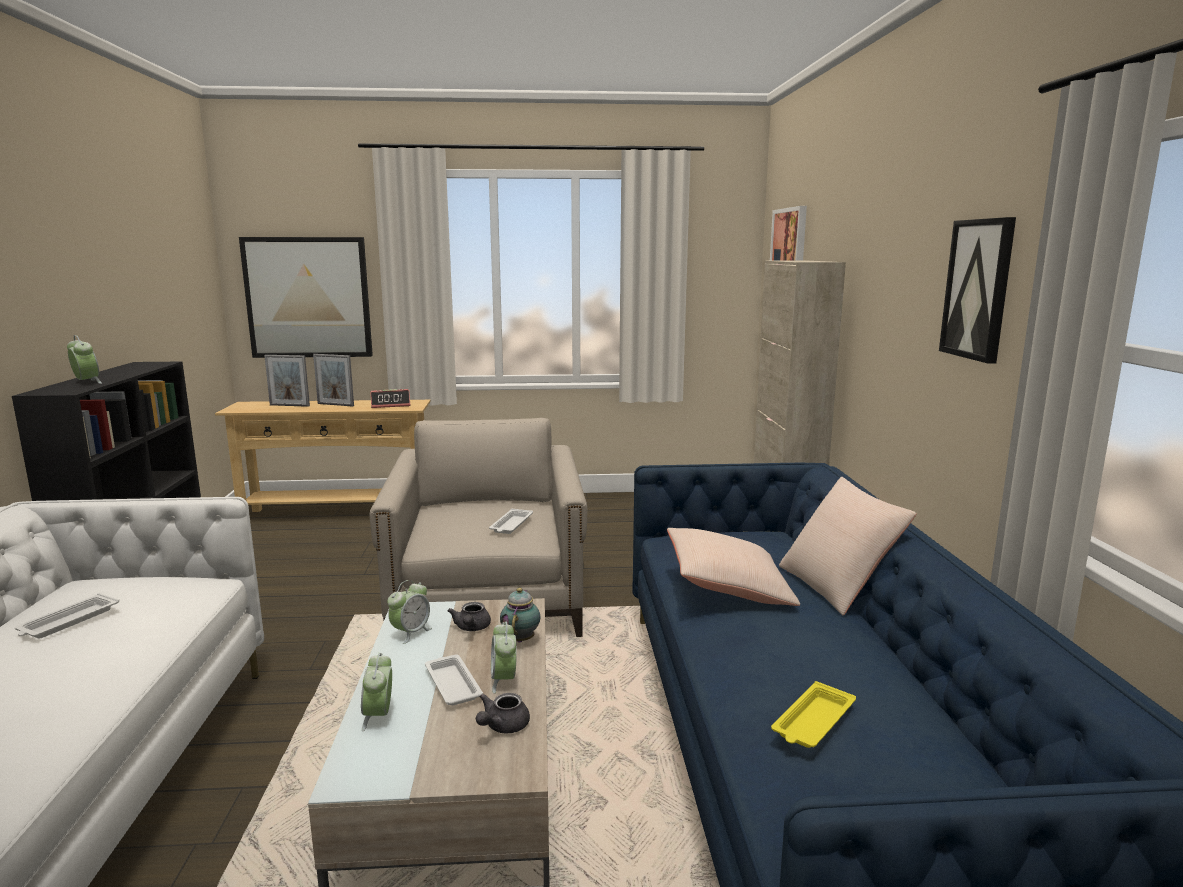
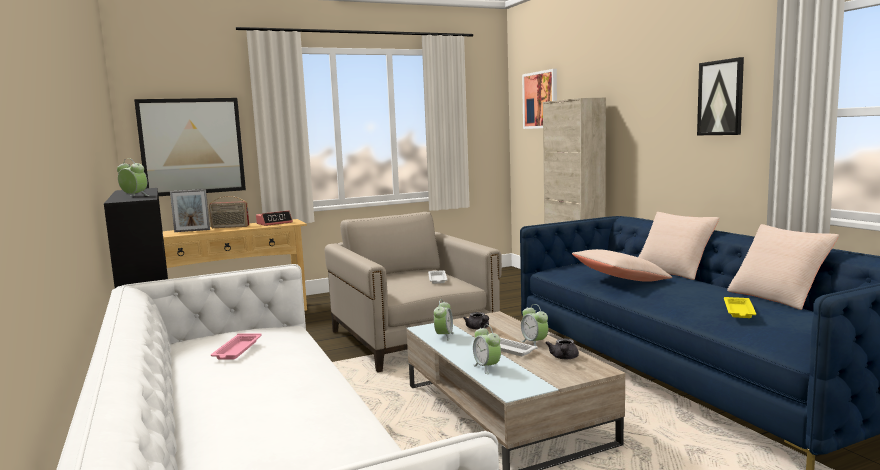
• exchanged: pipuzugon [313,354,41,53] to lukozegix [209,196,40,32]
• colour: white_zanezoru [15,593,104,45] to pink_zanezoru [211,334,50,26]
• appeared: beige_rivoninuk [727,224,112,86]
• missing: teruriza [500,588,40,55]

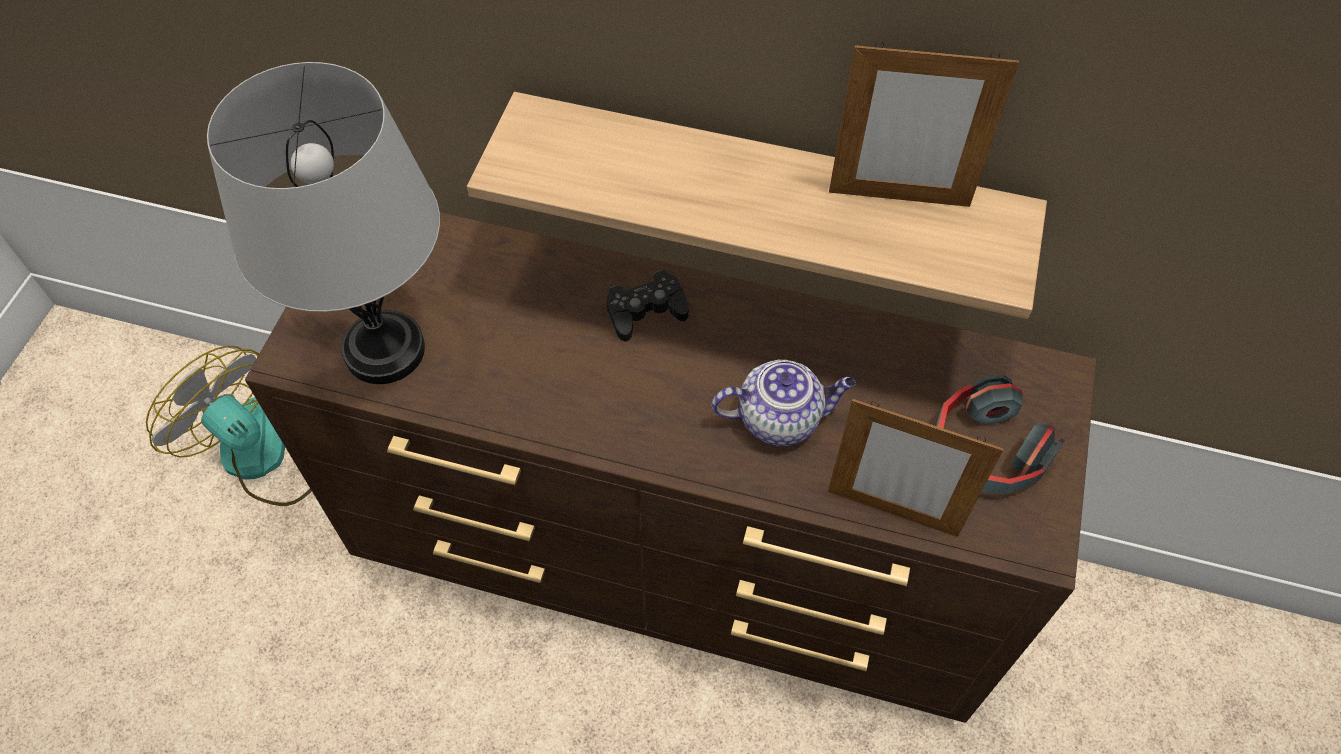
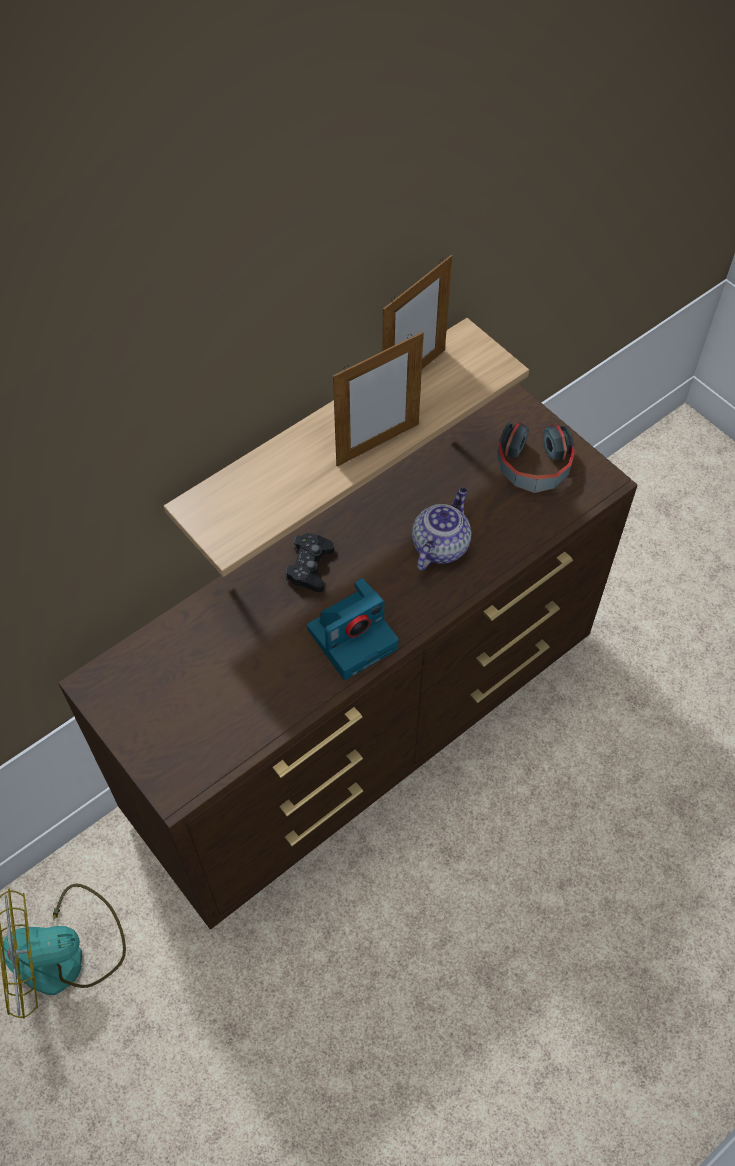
• appeared: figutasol [307,578,92,102]
• relocated: pipuzugon [828,399,176,138] to [333,332,91,135]
• missing: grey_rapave [207,62,233,322]

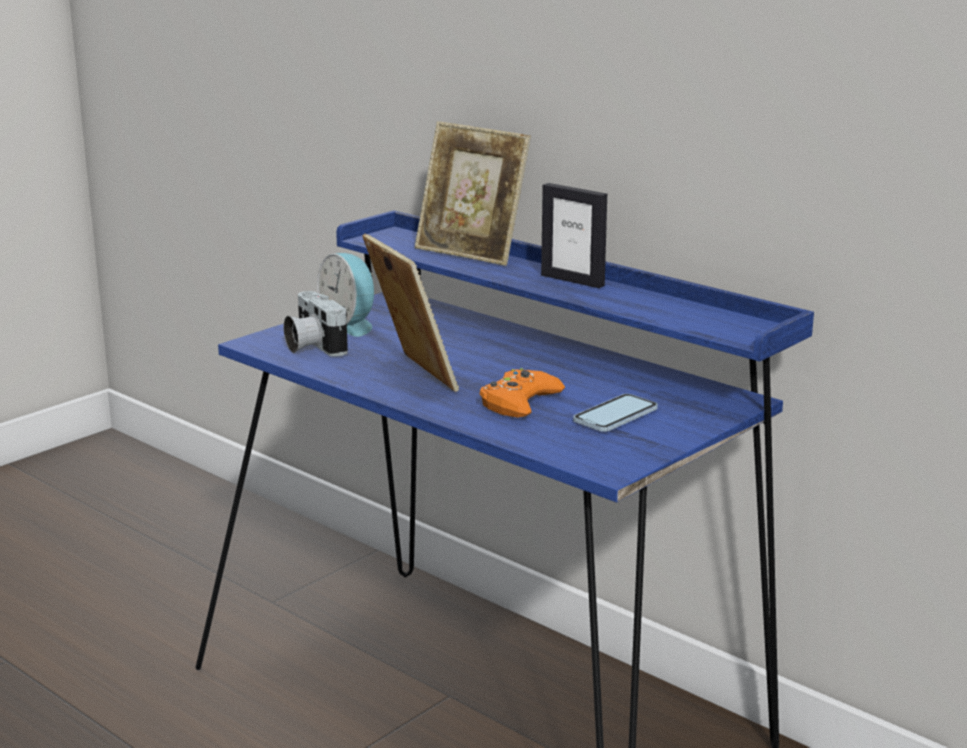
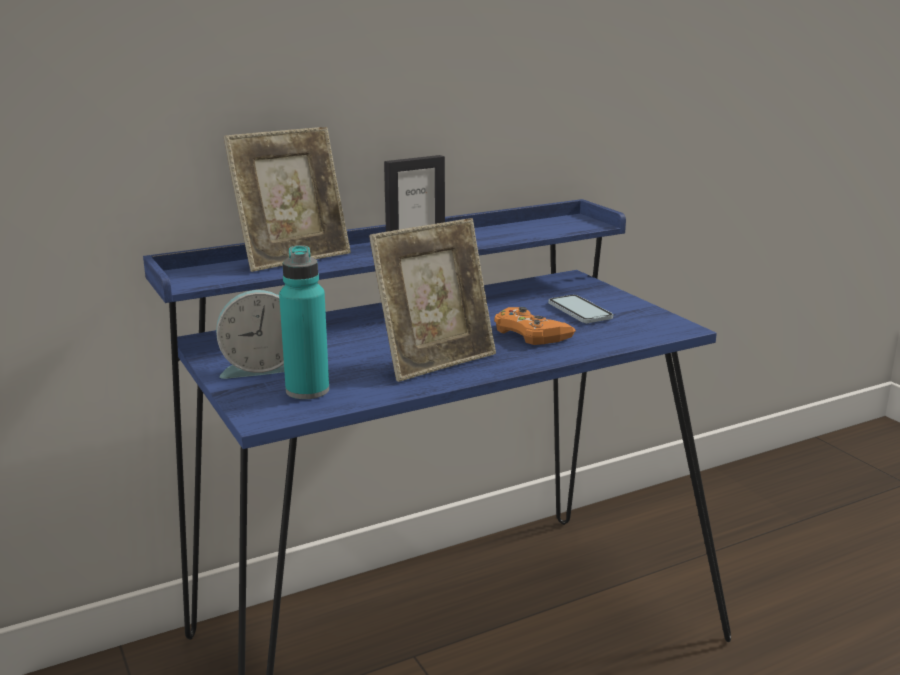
• exchanged: figutasol [284,291,64,66] to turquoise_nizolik [279,245,50,154]
• spun: pipuzugon [362,233,97,159] = [369,218,127,164] 150 degrees clockwise

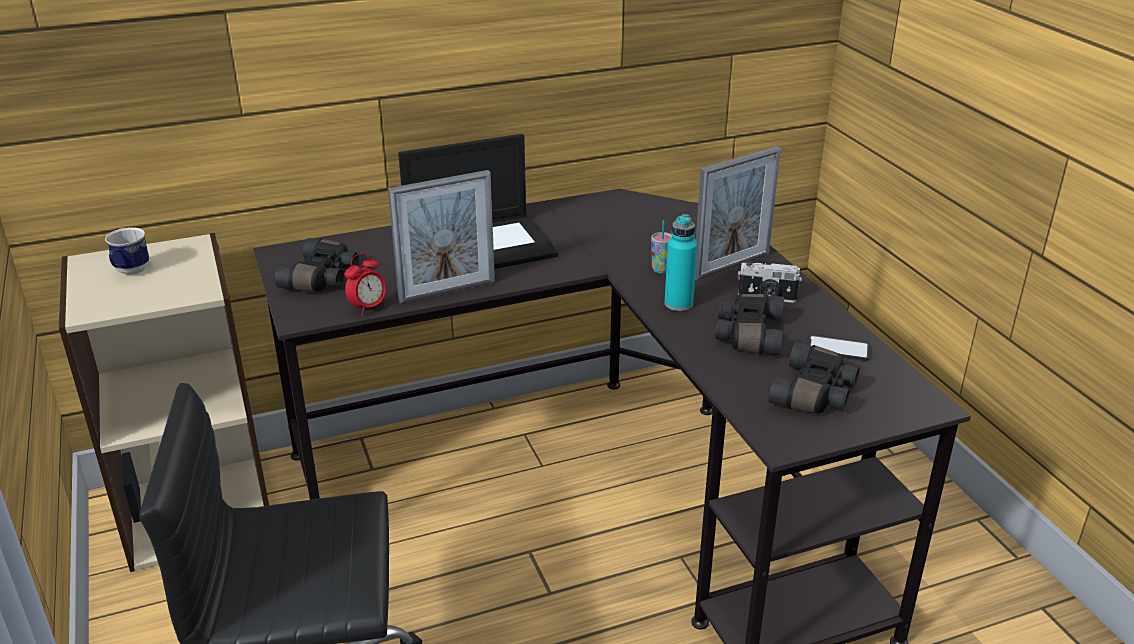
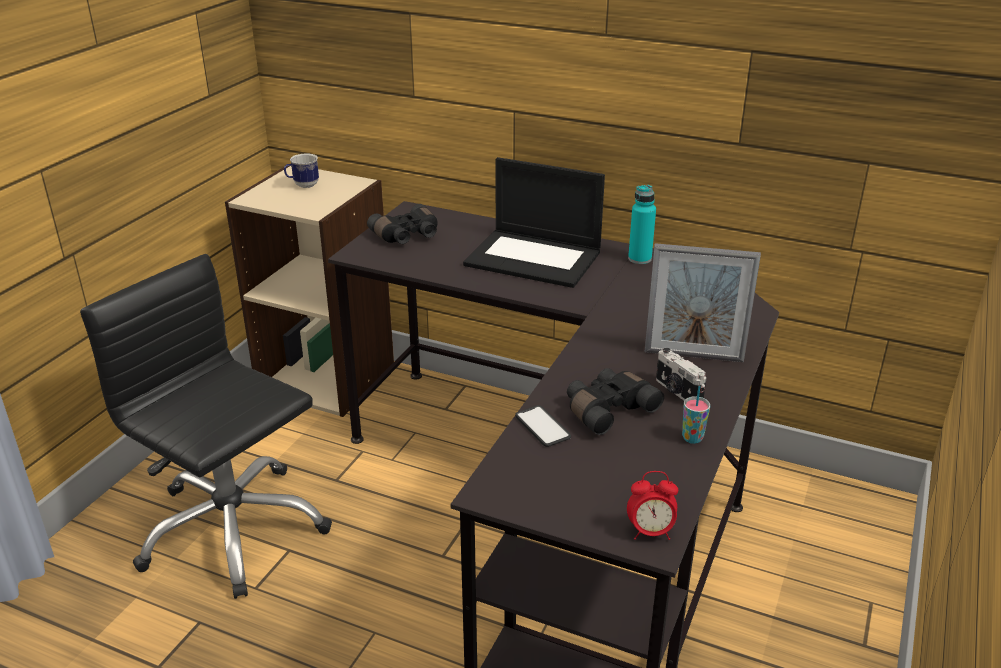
• relocated: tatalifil [807,335,64,26] to [515,405,56,42]
• relocated: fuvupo [345,253,41,63] to [627,471,51,69]
• relocated: turquoise_nizolik [664,214,34,97] to [628,185,28,79]
• relocated: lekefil [651,220,21,54] to [682,386,28,58]
• missing: pipuzugon [388,170,107,134]
• missing: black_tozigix [769,342,90,72]

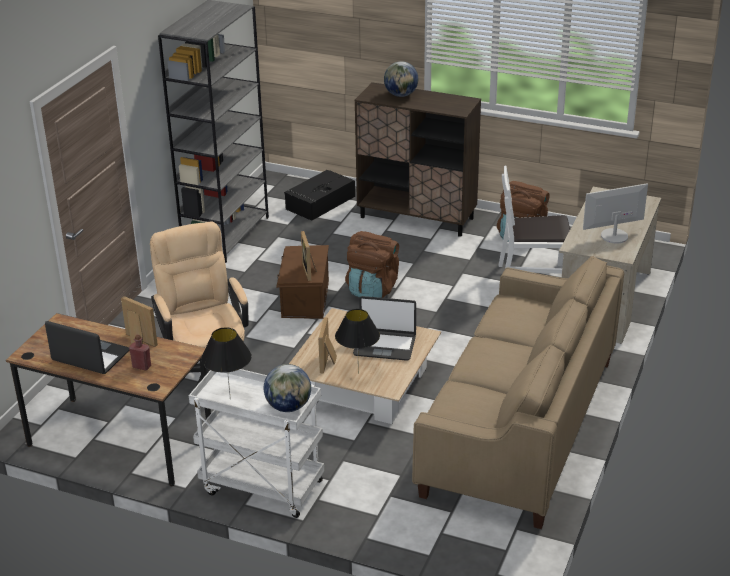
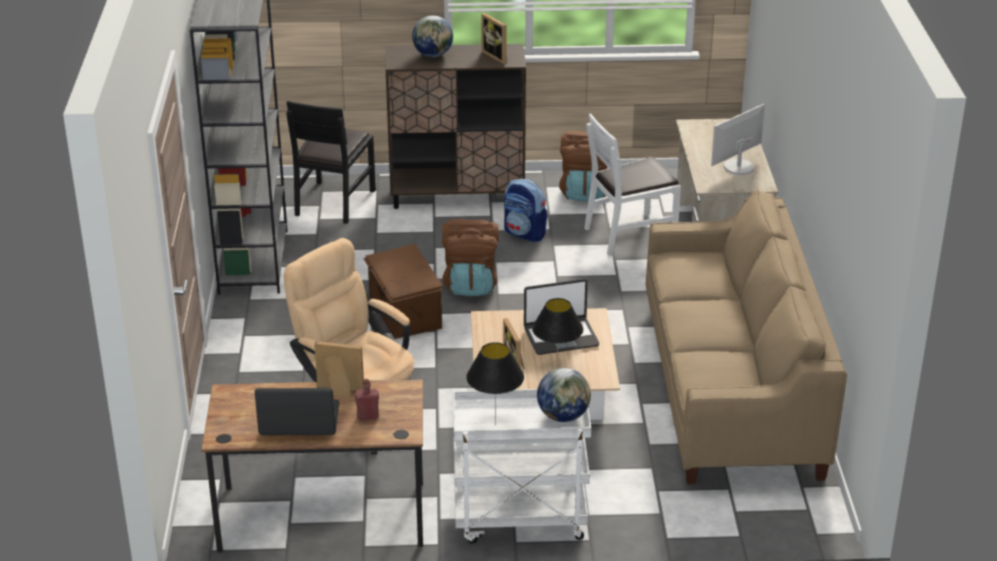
• exchanged: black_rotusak [284,170,71,51] to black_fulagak [286,101,90,123]
• relocated: pipuzugon [301,231,16,50] to [481,13,26,51]
• appeared: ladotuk [504,179,44,63]

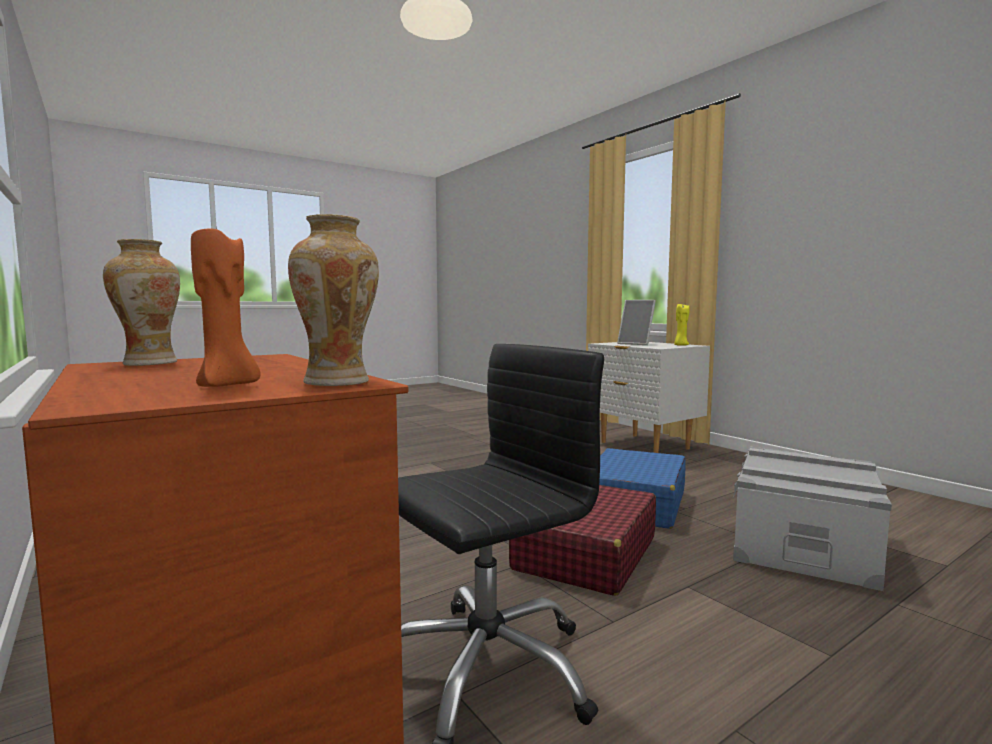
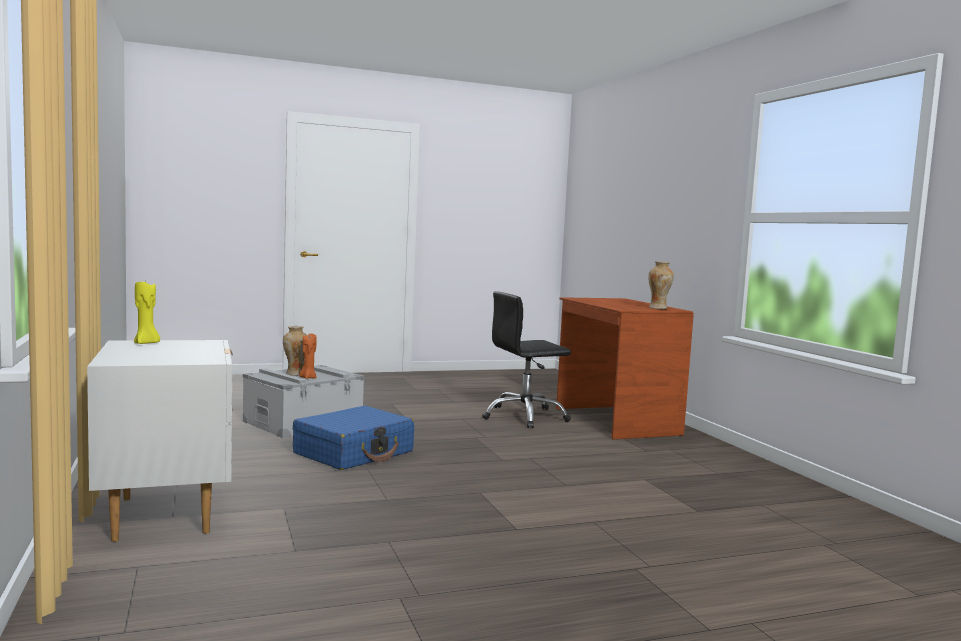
• relocated: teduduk [288,214,91,172] to [283,326,24,50]
• relocated: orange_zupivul [191,229,70,158] to [299,334,18,45]
• missing: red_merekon [509,485,147,111]
• missing: pipuzugon [617,300,39,45]

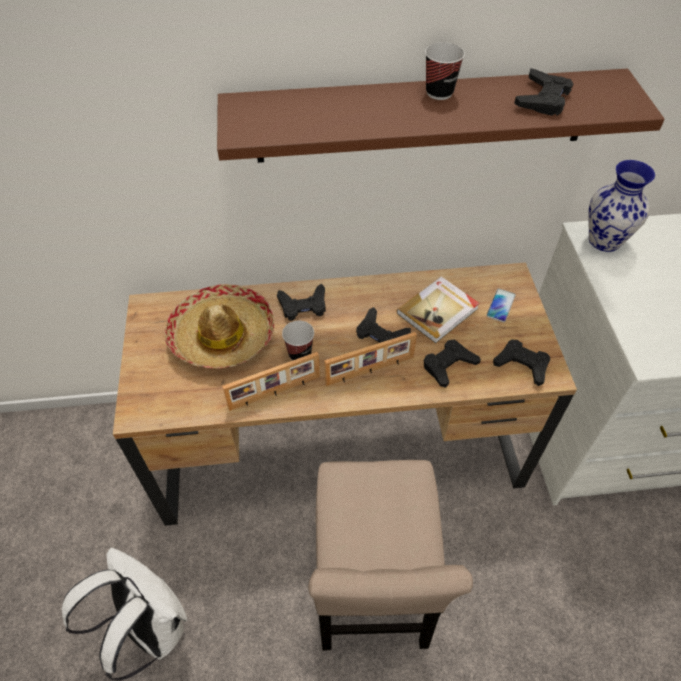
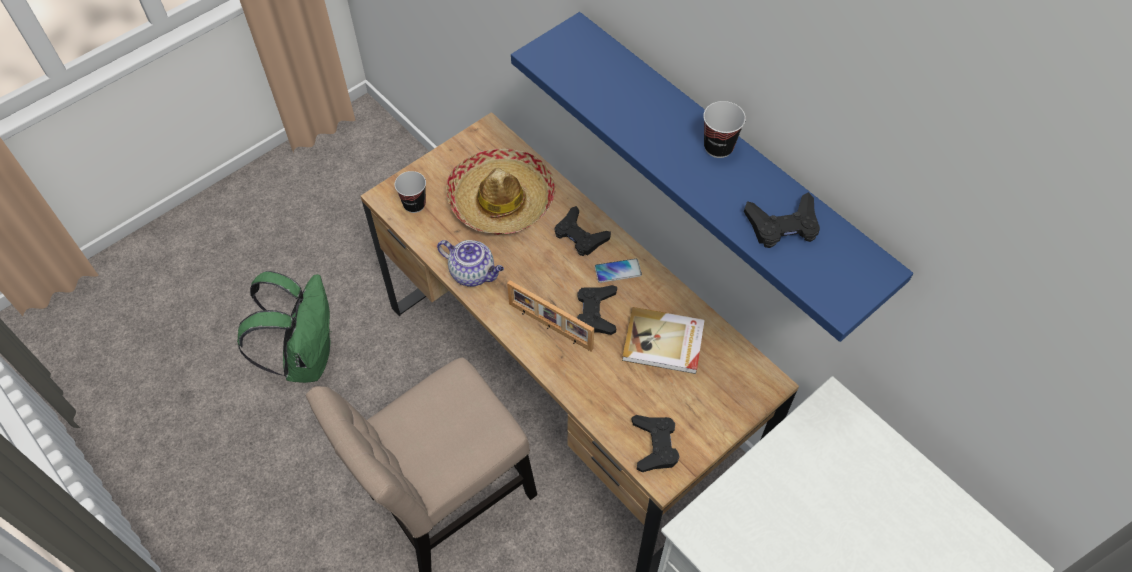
• colour: white_ladotuk [61,548,126,133] to green_ladotuk [237,271,95,112]
• relocated: lekefil [282,321,32,39] to [394,171,32,42]
• exchanged: pipuzugon [222,352,98,59] to teruriza [437,240,67,47]
• colour: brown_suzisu [217,69,448,94] to blue_suzisu [511,12,402,330]
• relocated: tatalifil [486,288,30,34] to [594,258,48,25]
• missing: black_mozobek [424,340,57,48]
• missing: teduduk [588,160,67,92]

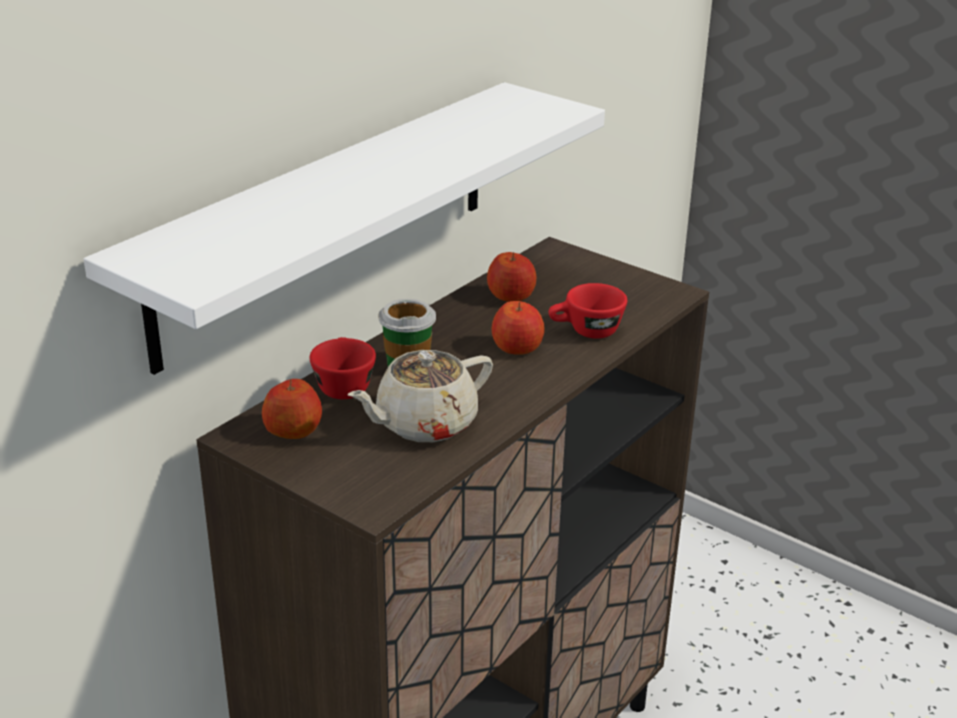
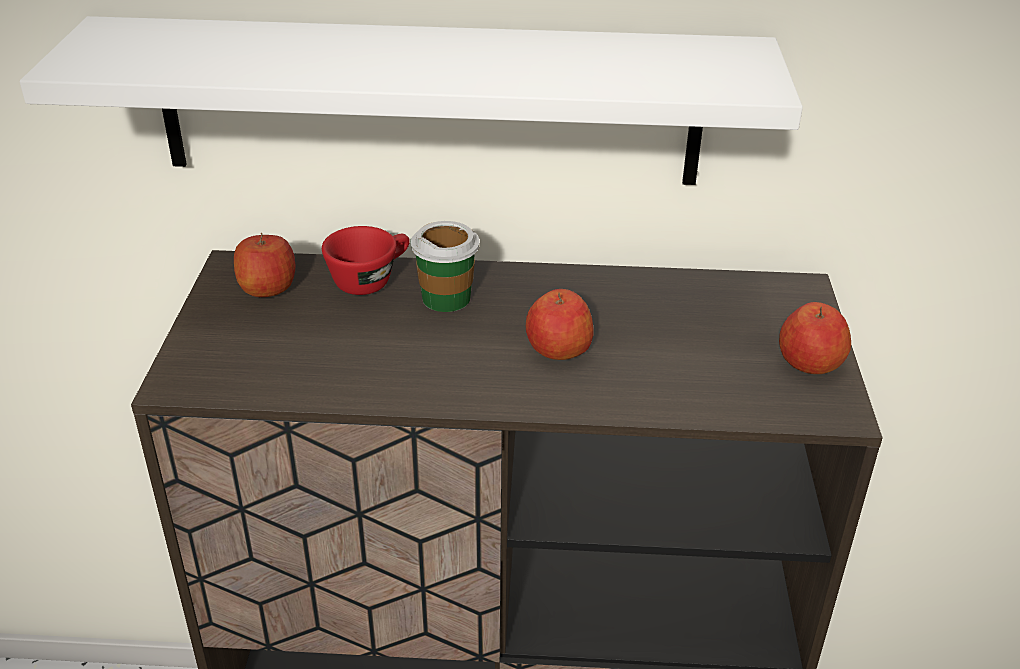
• relocated: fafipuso [487,252,49,50] to [779,302,72,72]
• missing: beige_teruriza [348,350,145,92]
• missing: red_lekefil [548,283,79,56]

